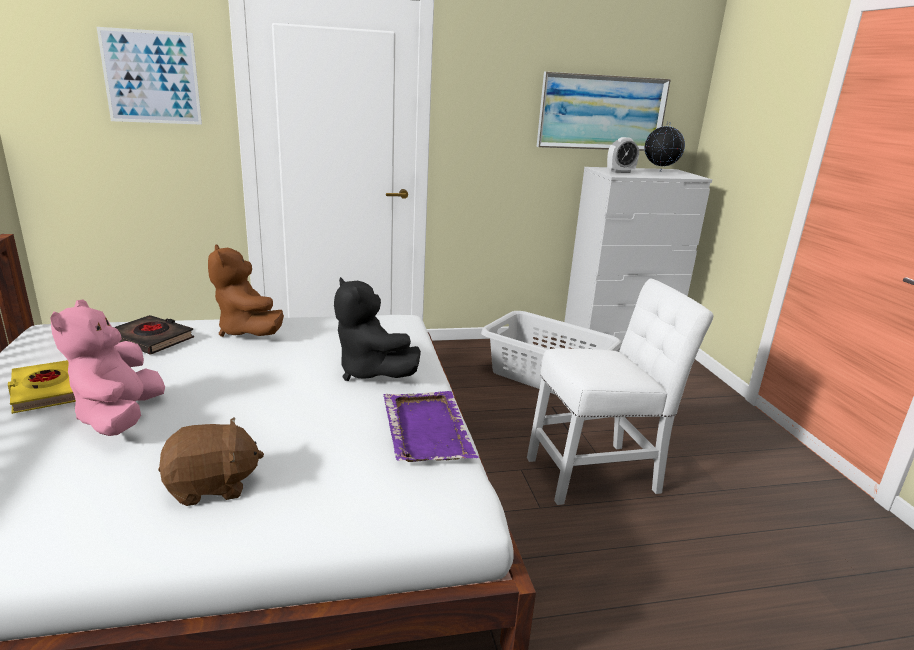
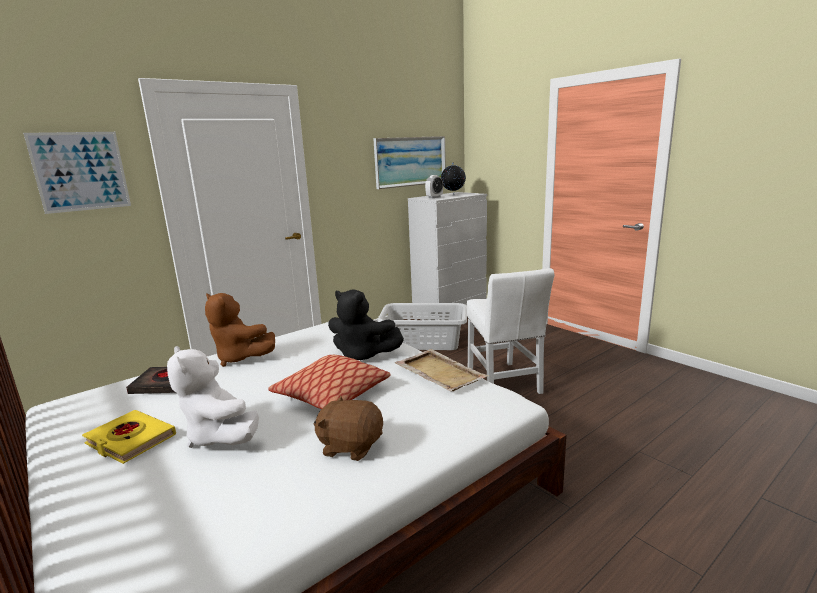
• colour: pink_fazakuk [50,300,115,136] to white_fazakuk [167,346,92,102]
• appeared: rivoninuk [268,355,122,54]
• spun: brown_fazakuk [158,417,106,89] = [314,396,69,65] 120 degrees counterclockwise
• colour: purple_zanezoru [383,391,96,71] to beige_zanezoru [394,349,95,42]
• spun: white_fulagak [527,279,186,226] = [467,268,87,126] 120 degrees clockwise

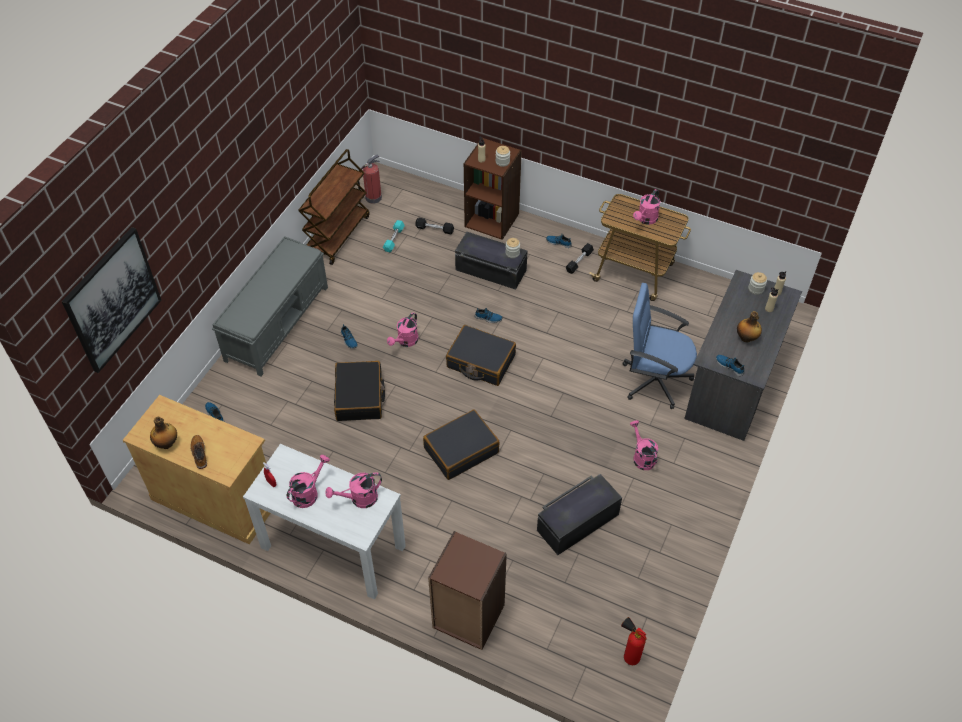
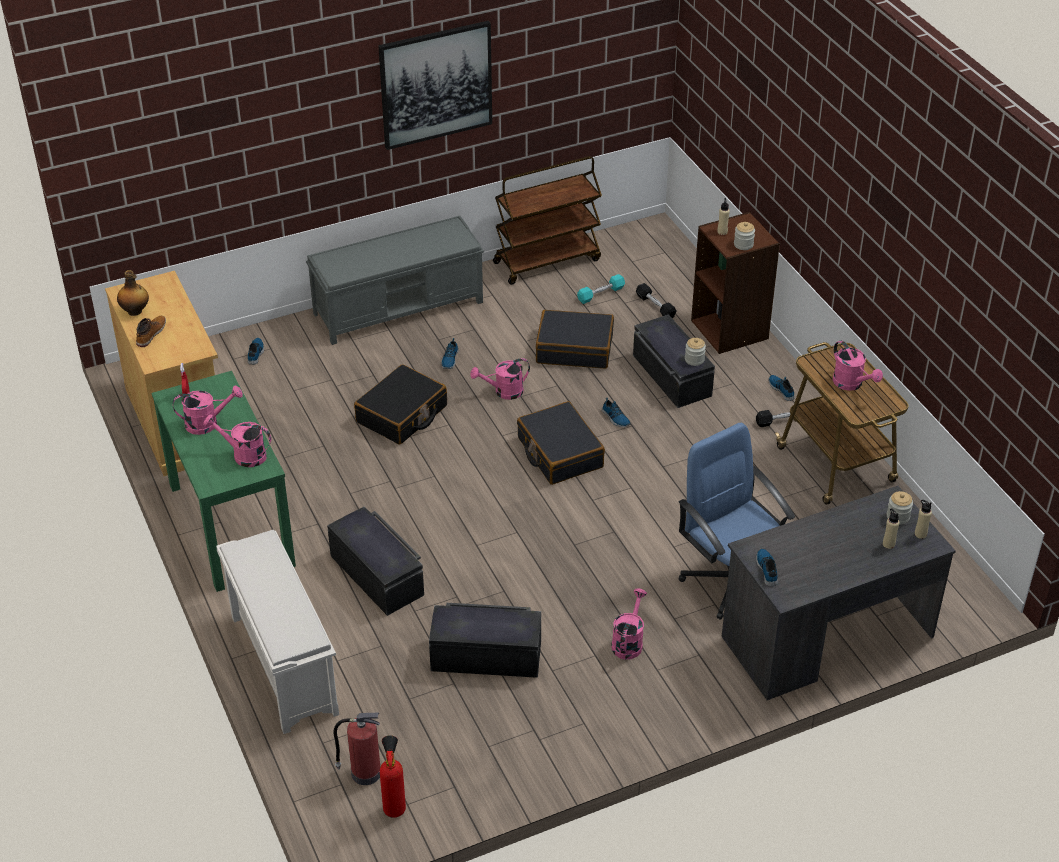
• colour: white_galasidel [243,444,163,156] to green_galasidel [152,371,144,221]
• exchanged: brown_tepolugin [428,531,79,119] to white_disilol [216,530,123,204]
• appeared: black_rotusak [327,506,97,110]
• relocated: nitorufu [358,154,24,50] to [333,713,48,72]
• relocated: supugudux [62,227,100,146] to [378,21,114,129]
• relocated: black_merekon [423,410,77,70] to [536,310,78,58]
• spun: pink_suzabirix [633,189,27,36] = [833,341,50,50] 105 degrees counterclockwise
• missing: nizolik [737,311,25,31]

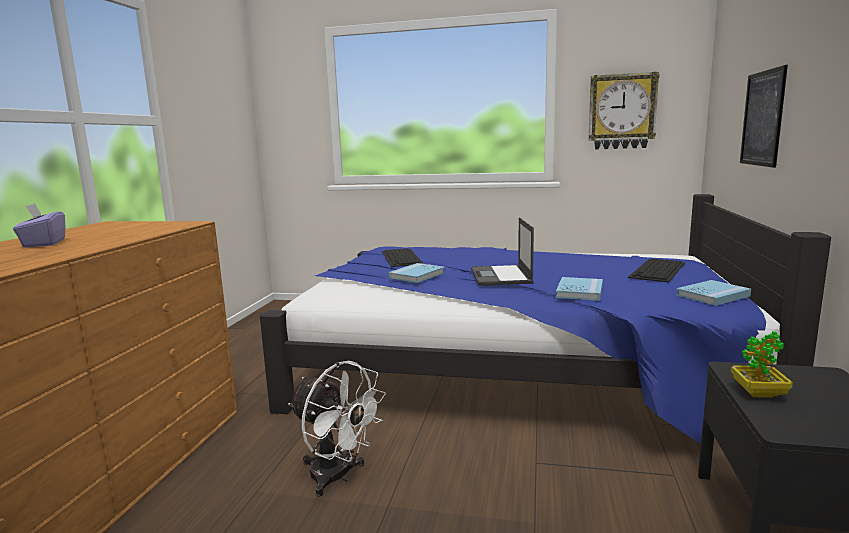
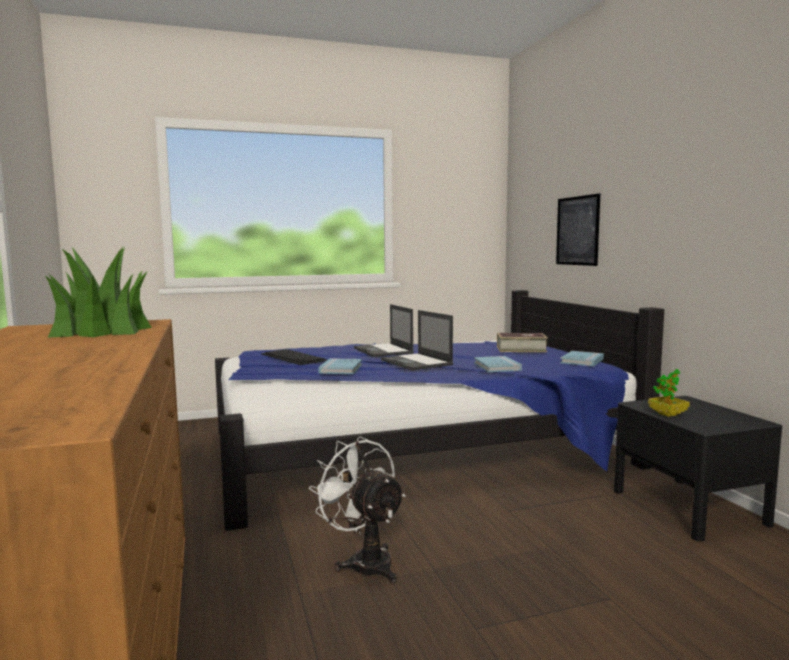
• appeared: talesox [45,247,107,91]
• spun: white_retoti [288,361,98,136] = [309,437,97,147] 135 degrees counterclockwise
• appeared: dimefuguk [354,304,60,53]
• exchanged: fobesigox [628,259,57,23] to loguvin [497,333,51,19]
• missing: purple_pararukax [13,203,52,45]
• missing: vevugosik [589,72,71,77]

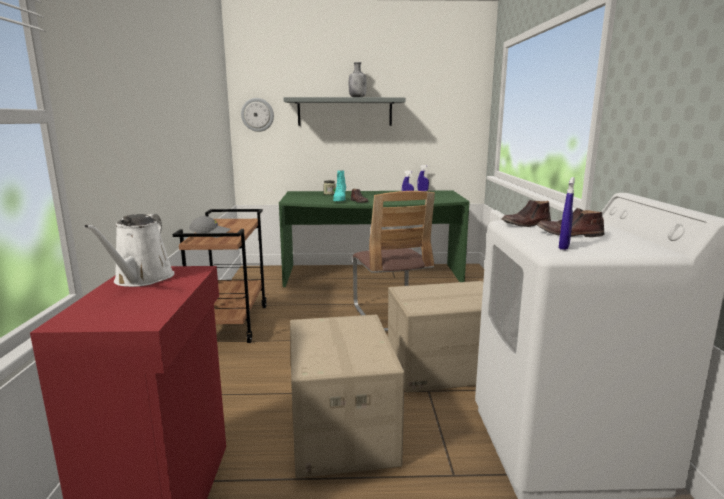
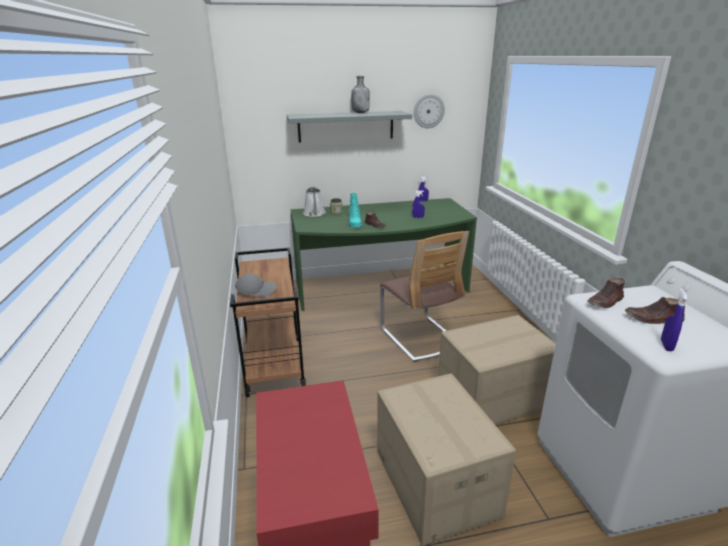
• relocated: white_suzabirix [84,214,90,73] to [303,187,23,30]
• relocated: vevugosik [241,98,33,34] to [414,94,31,34]

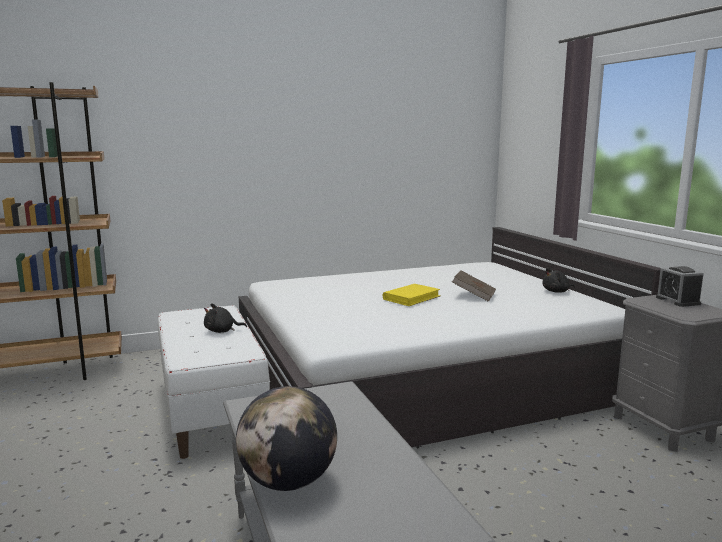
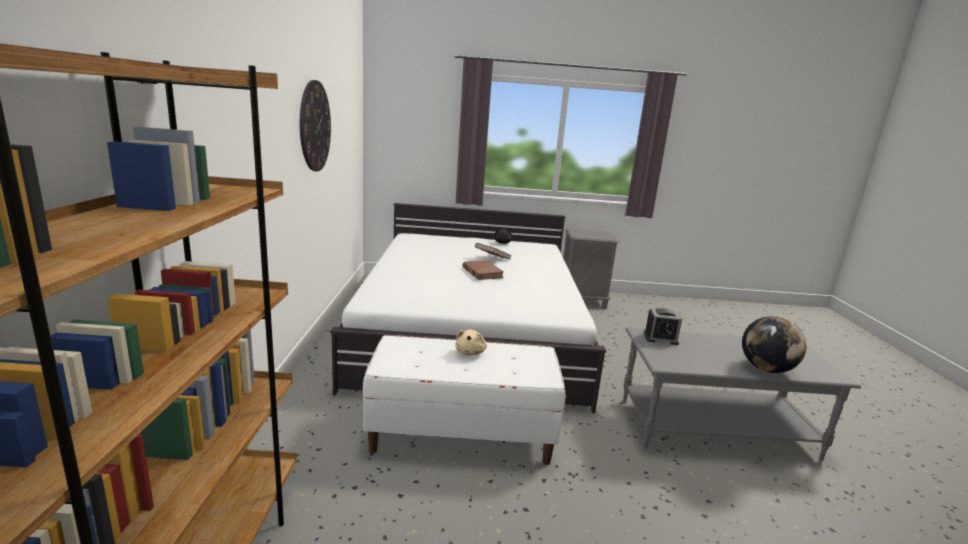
• appeared: vevugosik [300,80,31,91]
• colour: black_fazakuk [204,303,43,30] to beige_fazakuk [455,330,32,26]
• colour: yellow_loguvin [383,284,58,22] to brown_loguvin [463,260,41,20]
• relocated: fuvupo [656,266,48,41] to [644,308,38,37]

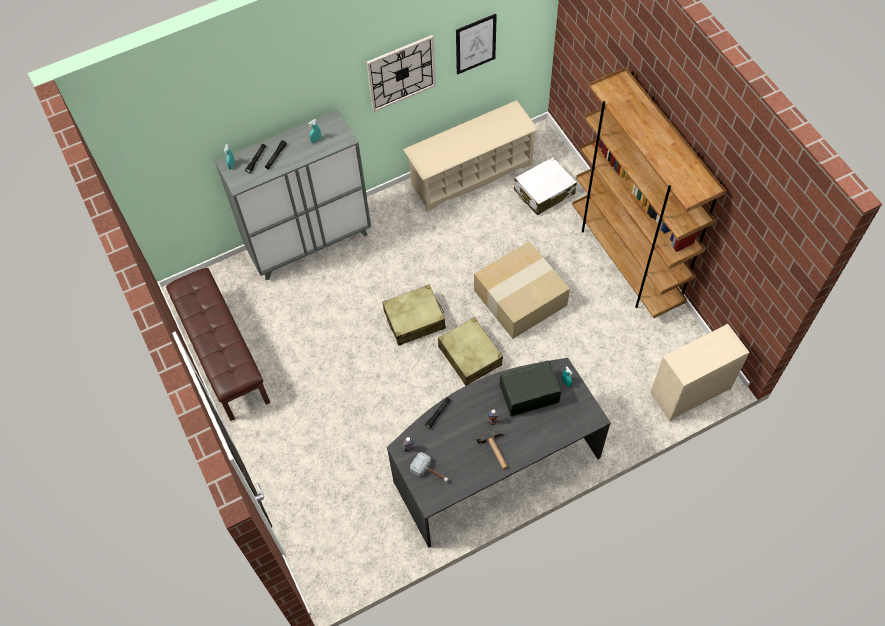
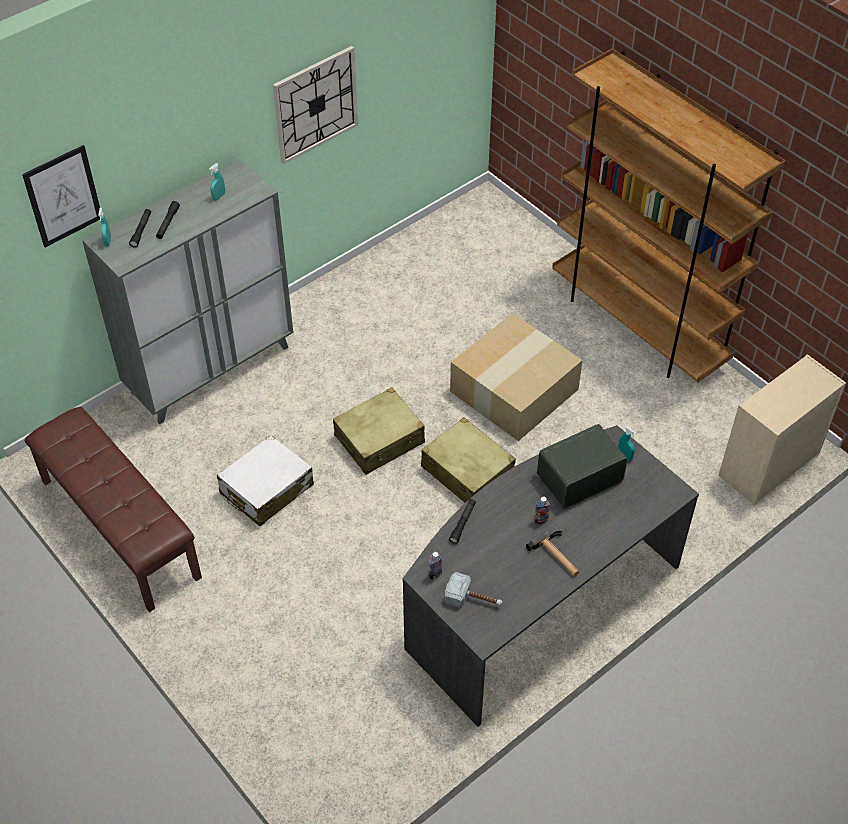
• relocated: supugudux [456,14,41,61] to [22,145,78,103]
• relocated: white_merekon [514,157,63,58] to [217,435,97,91]
• missing: beige_disilol [403,100,135,112]

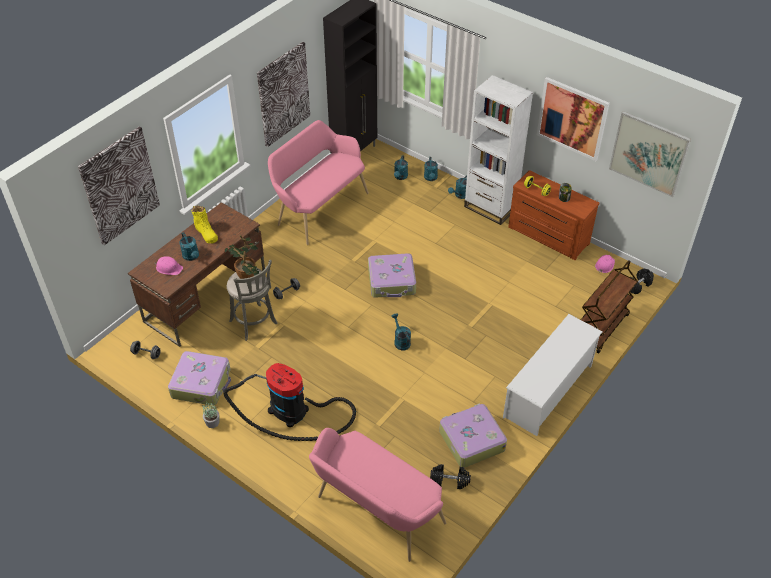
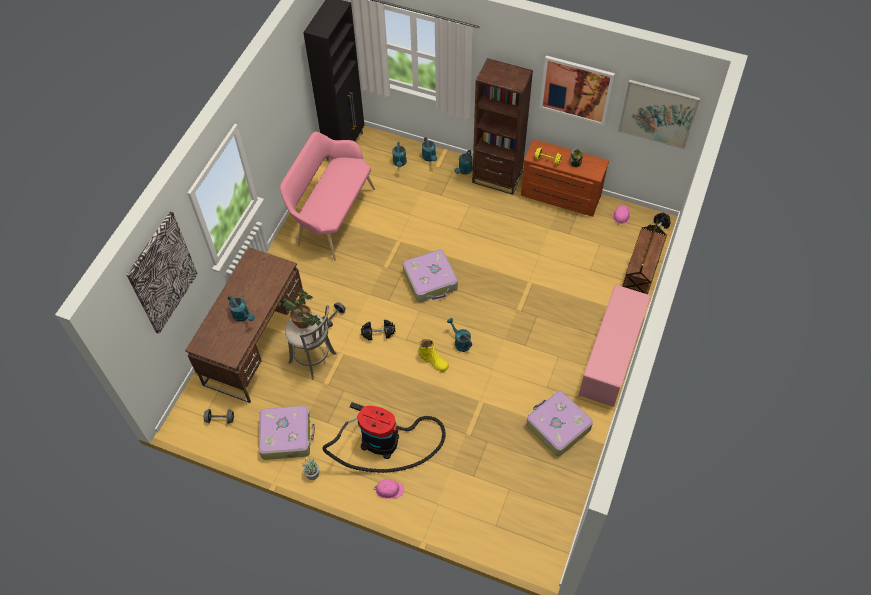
• relocated: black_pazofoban [430,464,41,25] to [361,320,34,20]
• relocated: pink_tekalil [155,256,28,19] to [373,479,31,20]
• relocated: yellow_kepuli [192,206,26,38] to [418,339,31,33]
• colour: white_tepolugin [464,75,69,150] to brown_tepolugin [472,58,61,137]
• colour: white_disilol [503,314,100,122] to pink_disilol [578,284,73,123]
• missing: supugudux [257,42,53,105]
• missing: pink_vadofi [309,428,137,134]

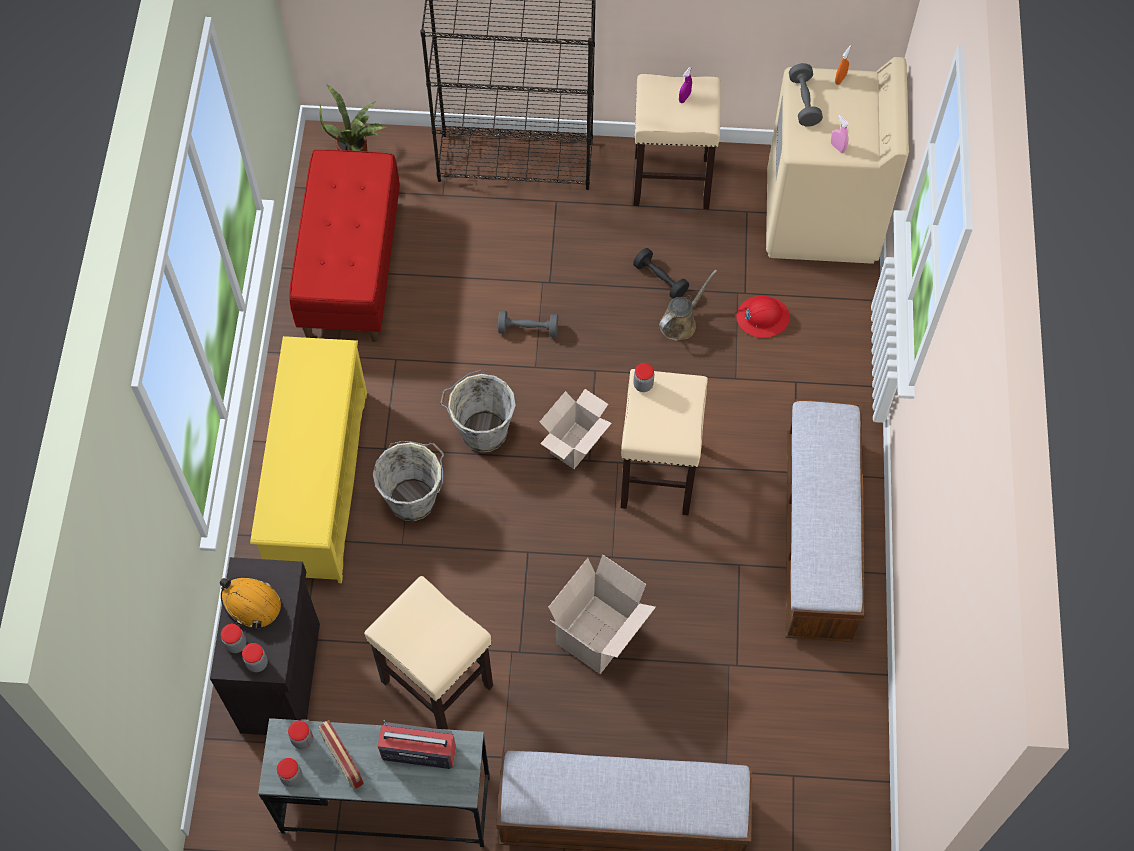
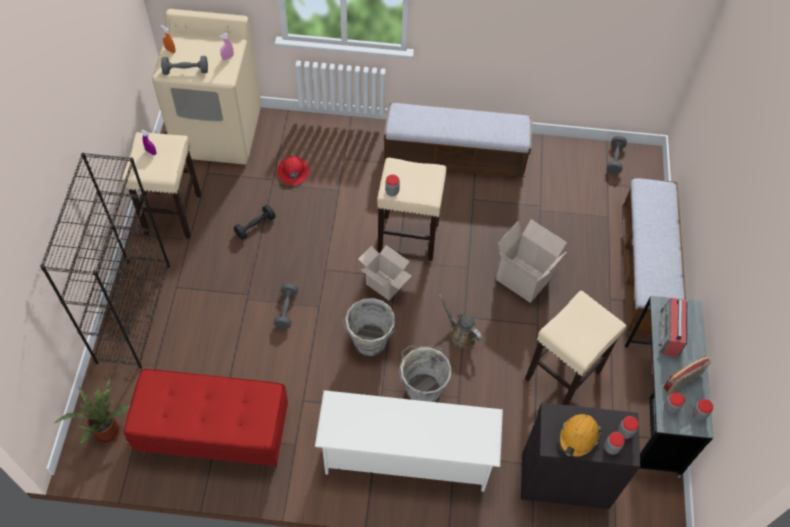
• colour: yellow_disilol [250,336,117,247] to white_disilol [315,390,188,102]
• relocated: brown_suzabirix [659,269,58,72] to [439,294,43,55]
• appeared: grey_pazofoban [607,136,20,38]

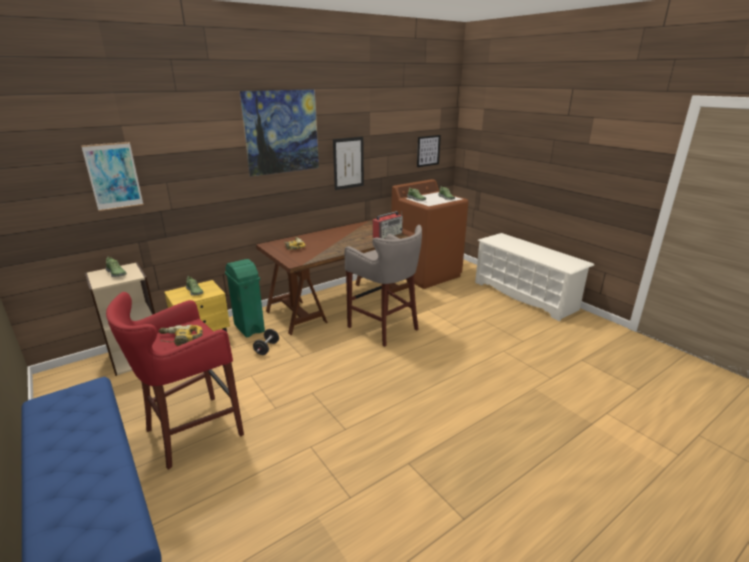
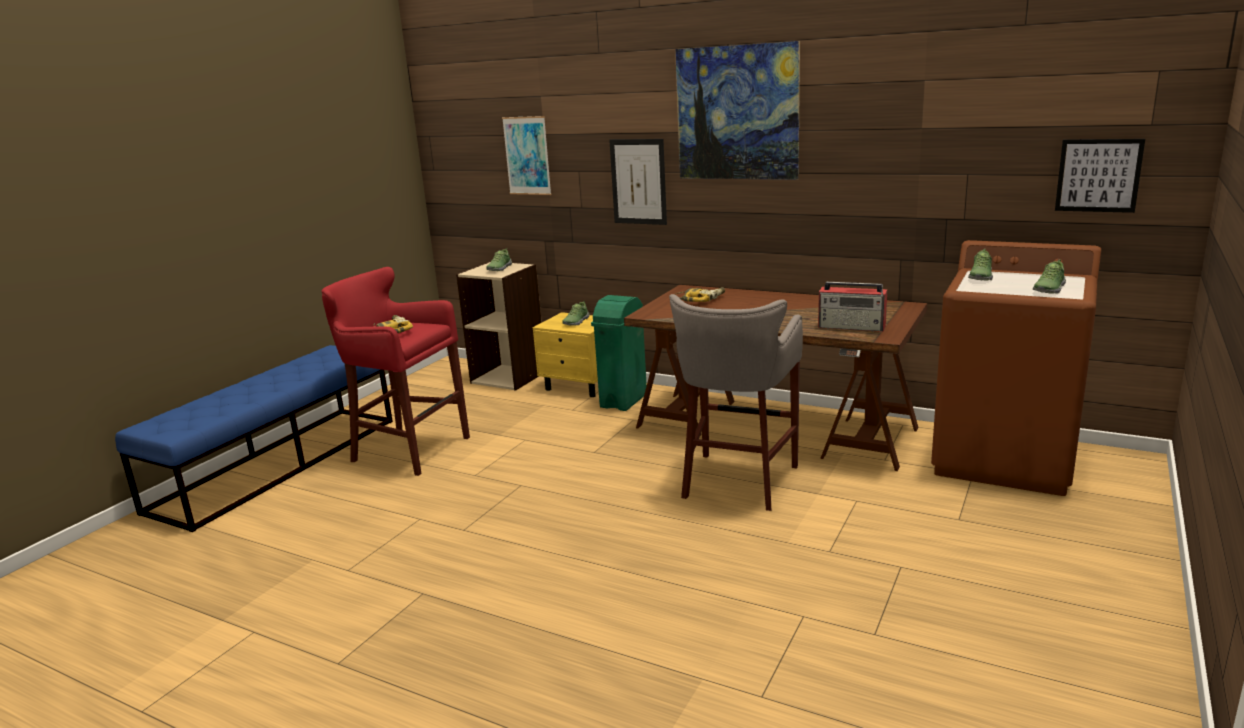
• relocated: supugudux [333,137,31,53] to [609,139,58,86]
• missing: black_pazofoban [253,329,26,26]
• missing: white_disilol [475,233,119,89]

